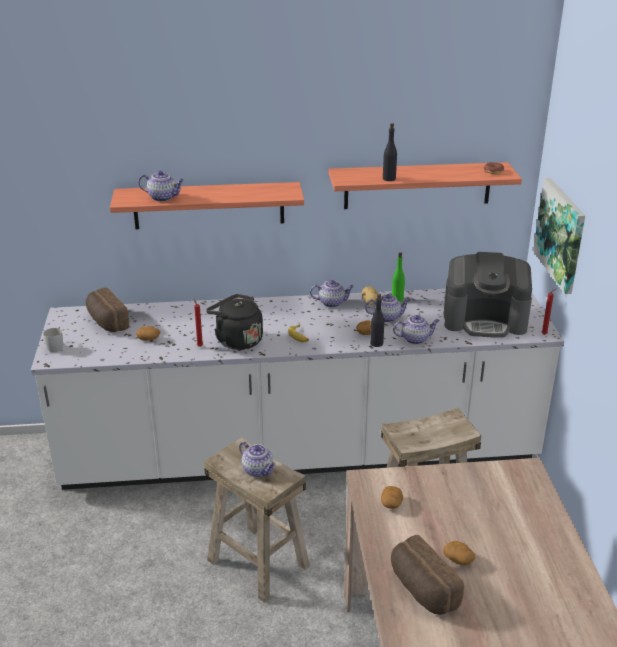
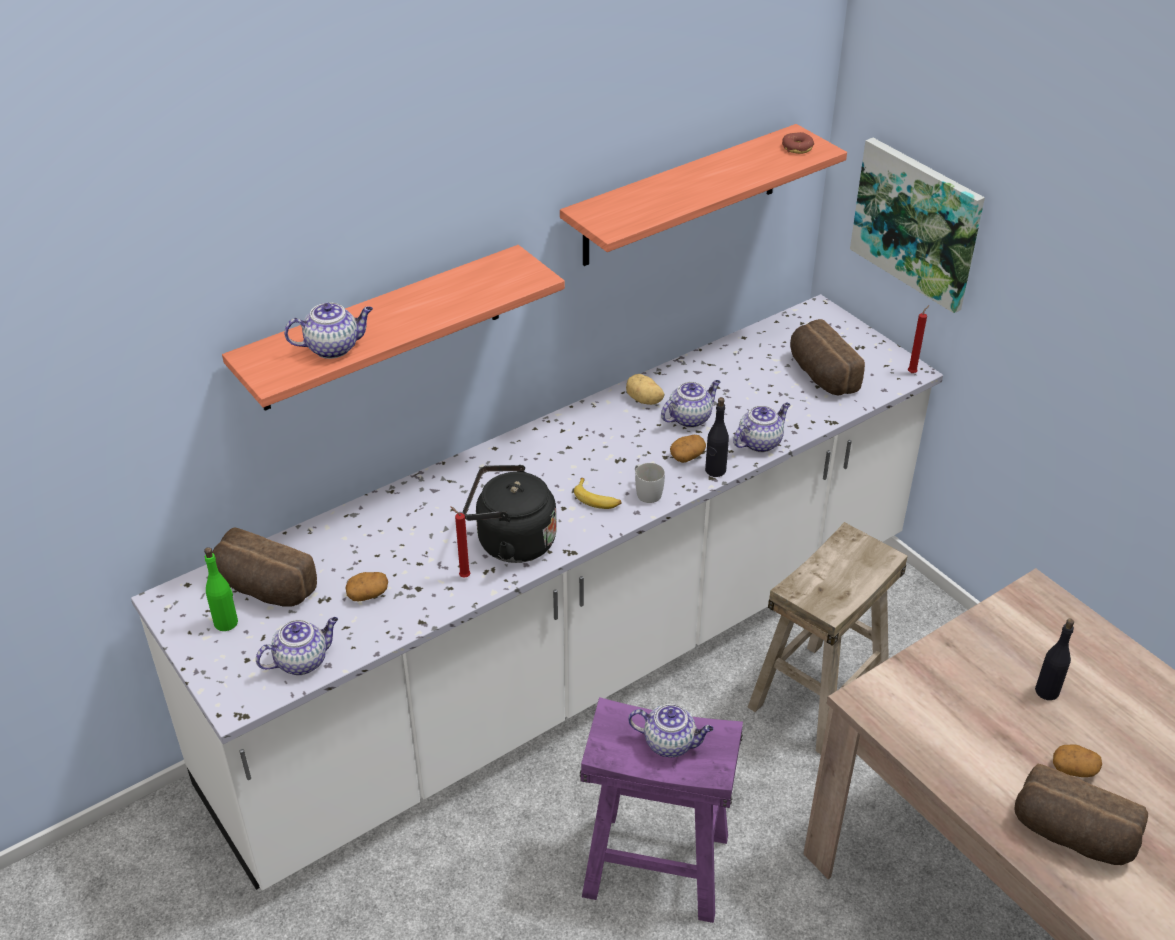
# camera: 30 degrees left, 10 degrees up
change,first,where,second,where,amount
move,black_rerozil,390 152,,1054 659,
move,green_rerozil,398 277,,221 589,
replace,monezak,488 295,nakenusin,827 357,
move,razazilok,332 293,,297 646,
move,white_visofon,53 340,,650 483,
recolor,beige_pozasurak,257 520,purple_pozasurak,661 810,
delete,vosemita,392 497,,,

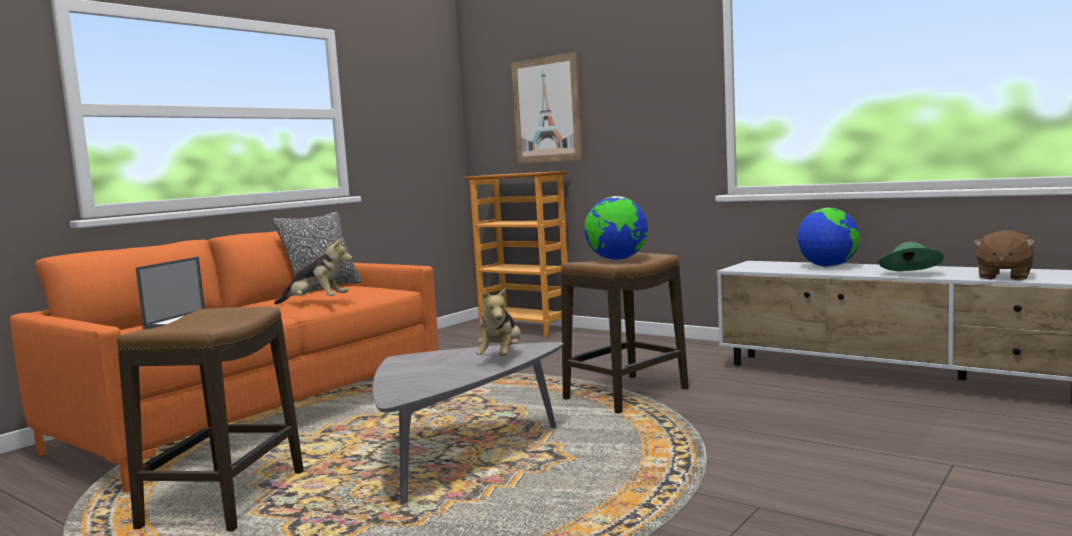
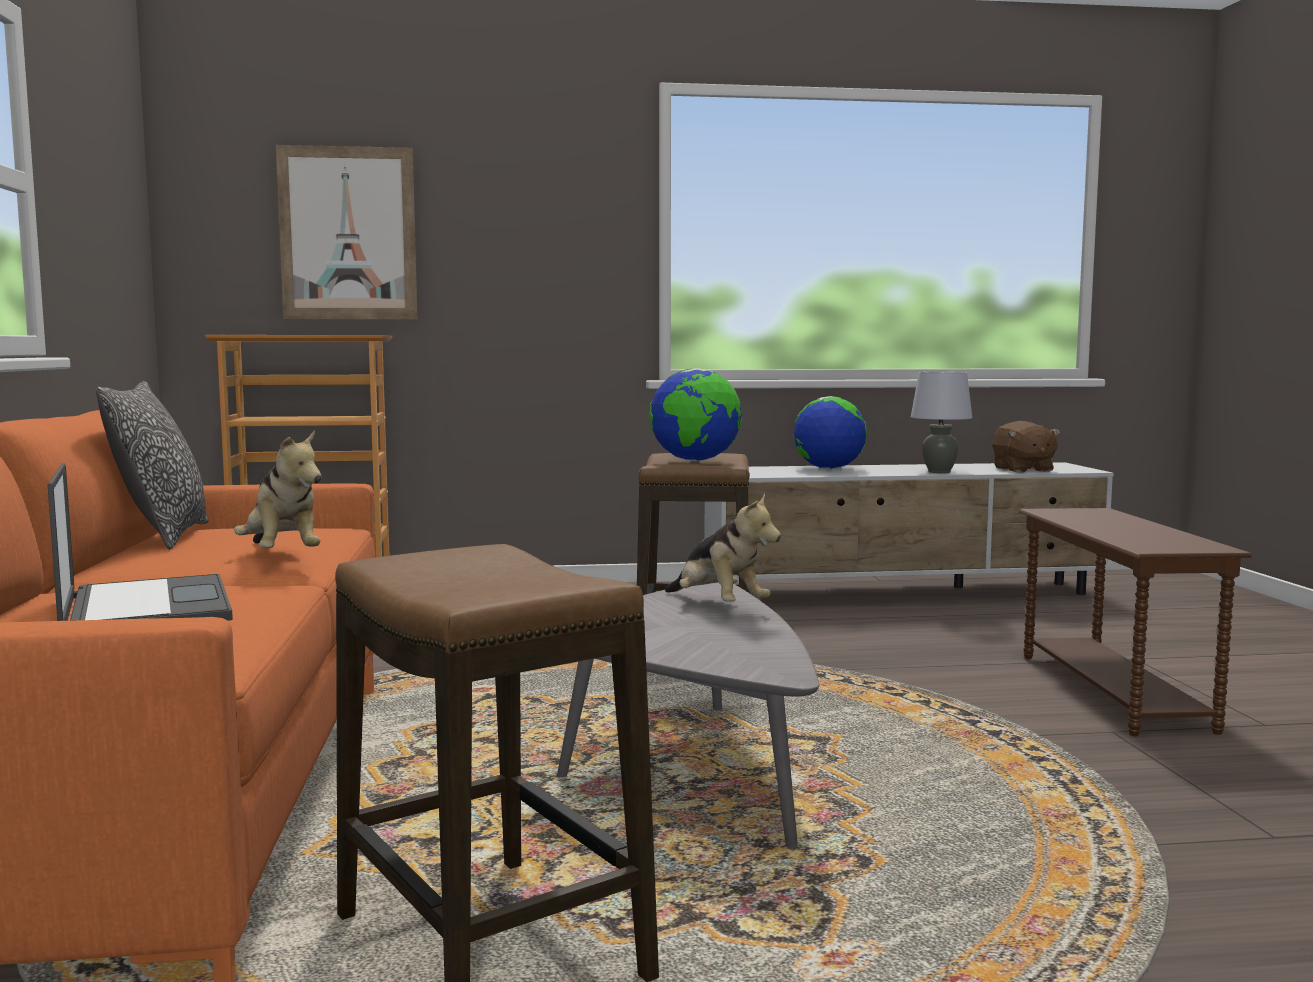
# camera: 45 degrees left, 0 degrees up
change,first,where,second,where,amount
rotate,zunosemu,313 272,,278 489,90 degrees clockwise
replace,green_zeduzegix,911 256,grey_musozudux,941 422,
insert,,,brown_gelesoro,1135 622,

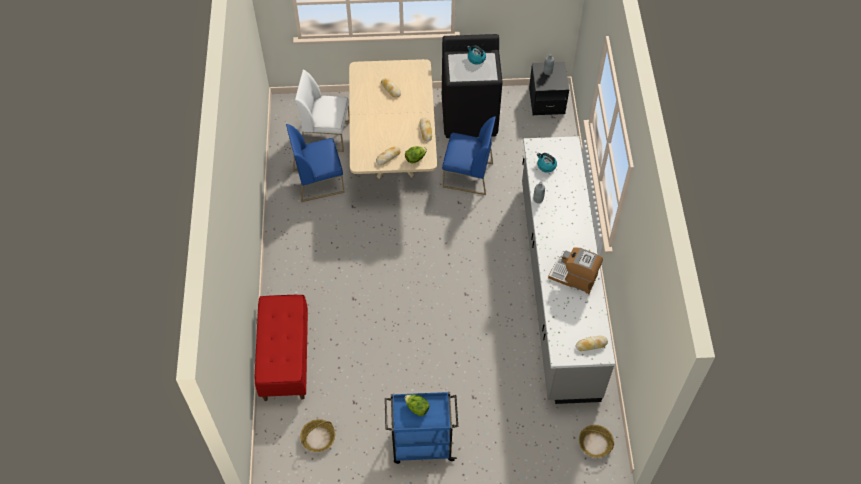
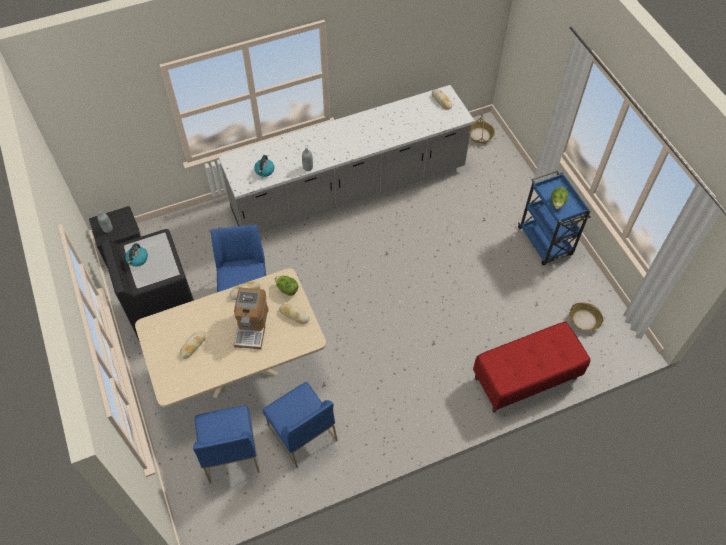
# camera: 110 degrees left, 0 degrees up
change,first,where,second,where,amount
recolor,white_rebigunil,322 111,blue_rebigunil,226 444,
move,monezak,575 270,,251 319,

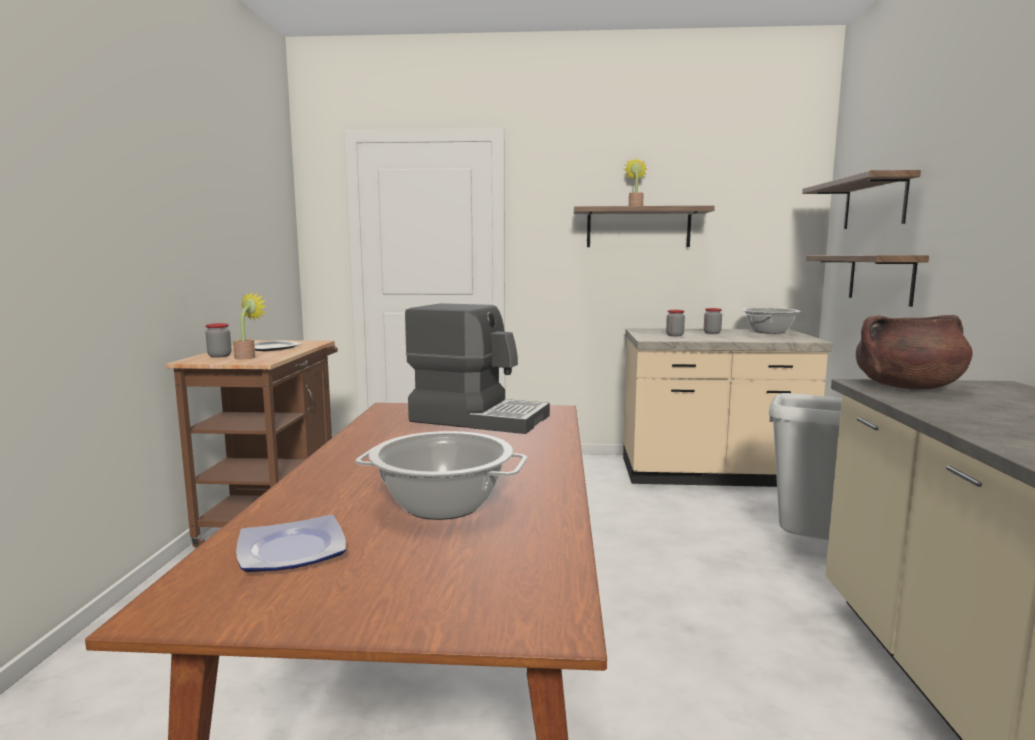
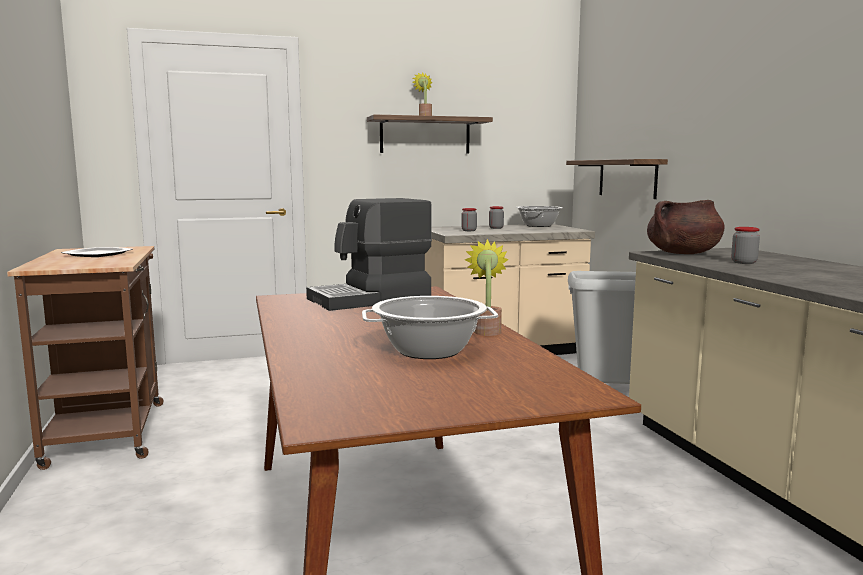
# camera: 20 degrees left, 0 degrees up
change,first,where,second,where,amount
delete,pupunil,861 199,,,
move,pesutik,250 325,,486 287,
rotate,monezak,477 368,,369 254,150 degrees clockwise
move,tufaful,218 340,,745 245,
delete,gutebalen,291 543,,,

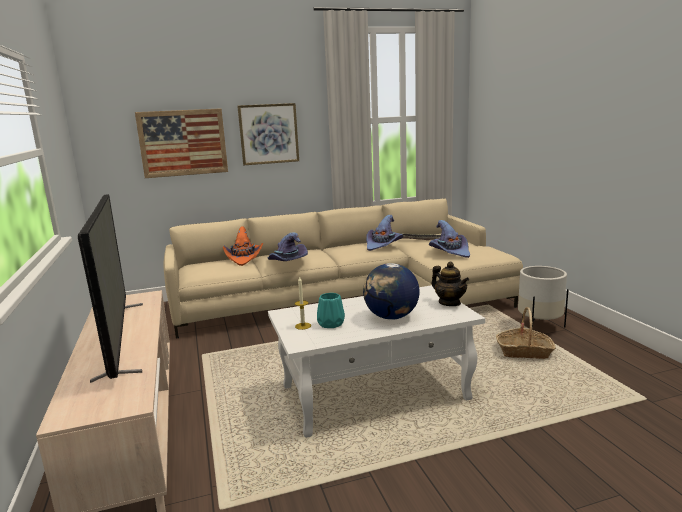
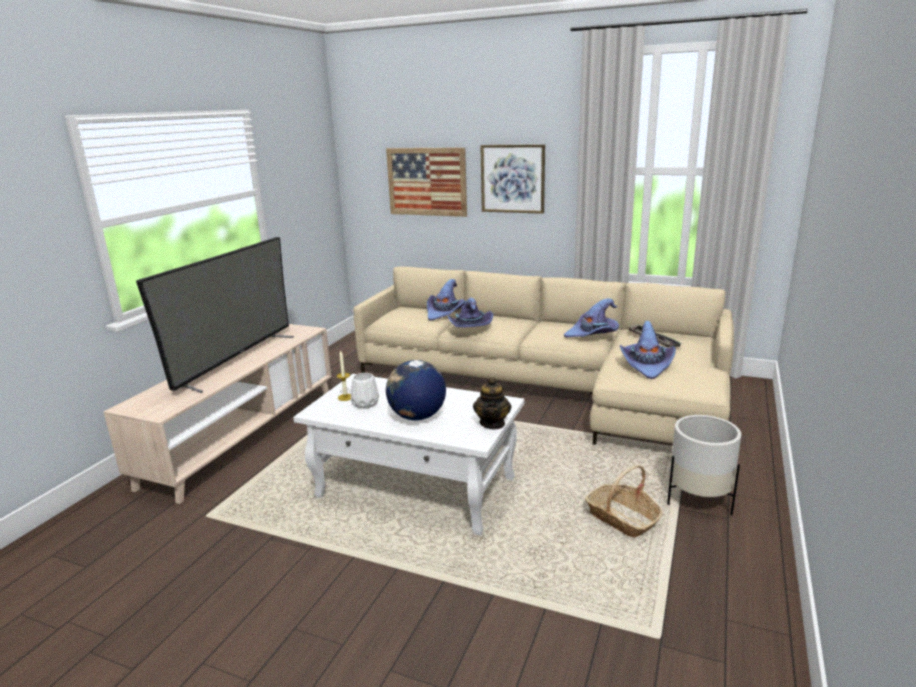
# camera: 40 degrees right, 5 degrees up
change,first,where,second,where,amount
recolor,orange_zeduzegix,243 246,purple_zeduzegix,446 300,
recolor,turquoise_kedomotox,331 310,white_kedomotox,365 391,

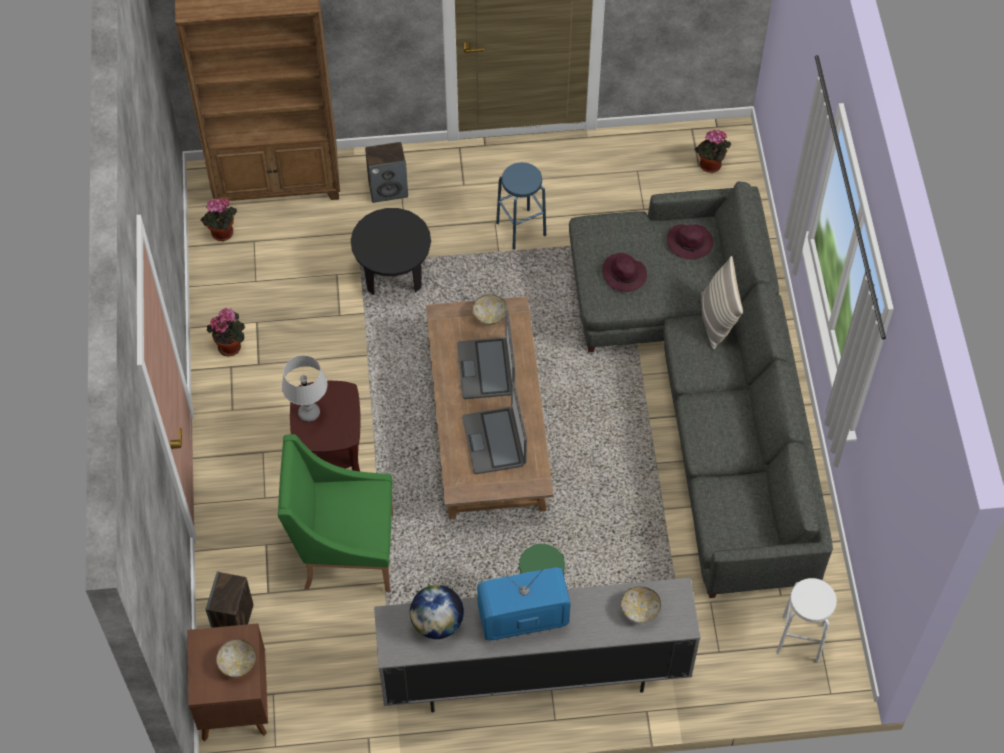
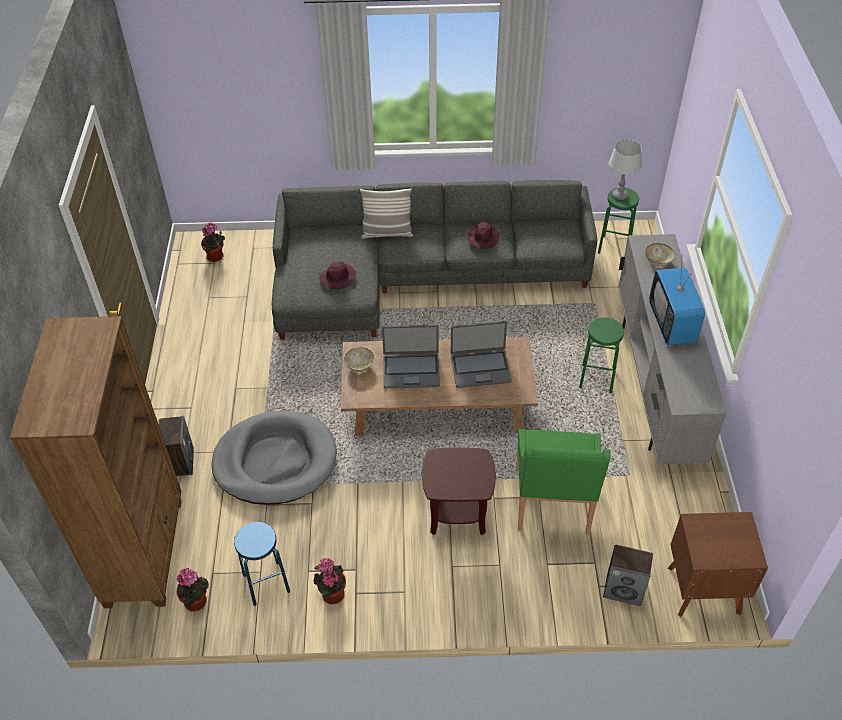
# camera: 85 degrees left, 10 degrees down
change,first,where,second,where,amount
move,blue_pozasurak,521 206,,262 564,
replace,black_gelesoro,391 251,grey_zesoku,274 458,
move,purple_zeduzegix,690 242,,484 235,
move,grey_musozudux,304 388,,625 170,
recolor,white_pozasurak,806 620,green_pozasurak,618 221,
delete,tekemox,437 612,,,
delete,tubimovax,236 658,,,

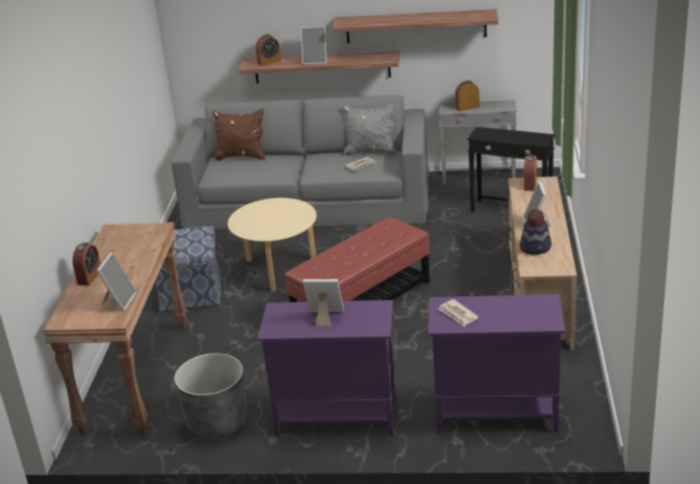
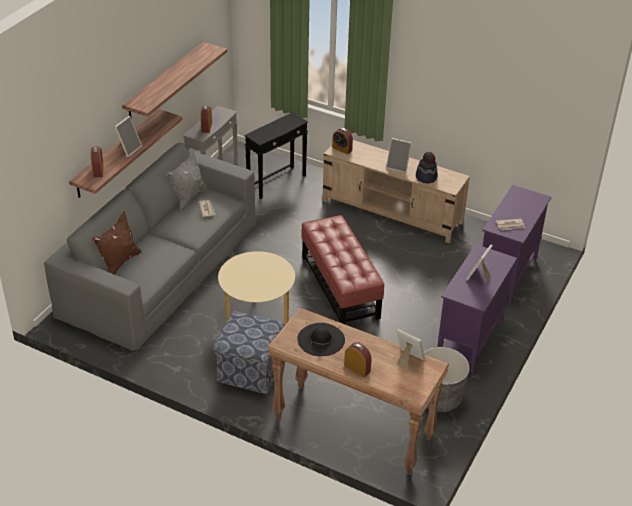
# camera: 70 degrees left, 10 degrees up
change,first,where,second,where,amount
insert,,,black_zeduzegix,321 339,

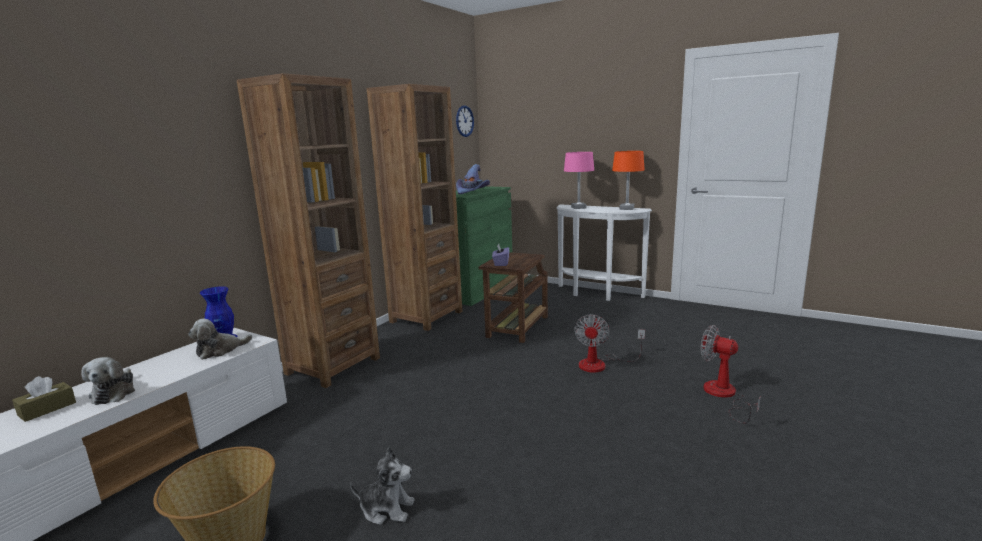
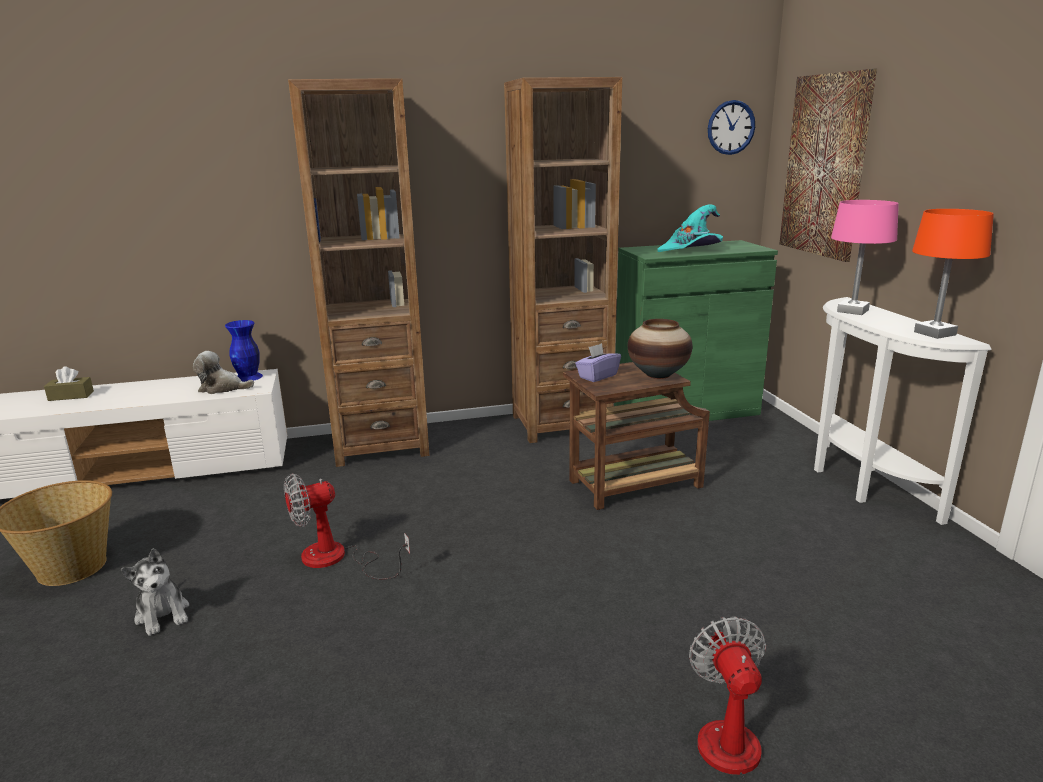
# camera: 45 degrees right, 5 degrees up
change,first,where,second,where,amount
recolor,purple_zeduzegix,473 179,turquoise_zeduzegix,690 228,
move,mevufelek,609 343,,347 526,
delete,zunosemu,108 381,,,
insert,,,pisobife,828 165,
insert,,,kedomotox,660 349,

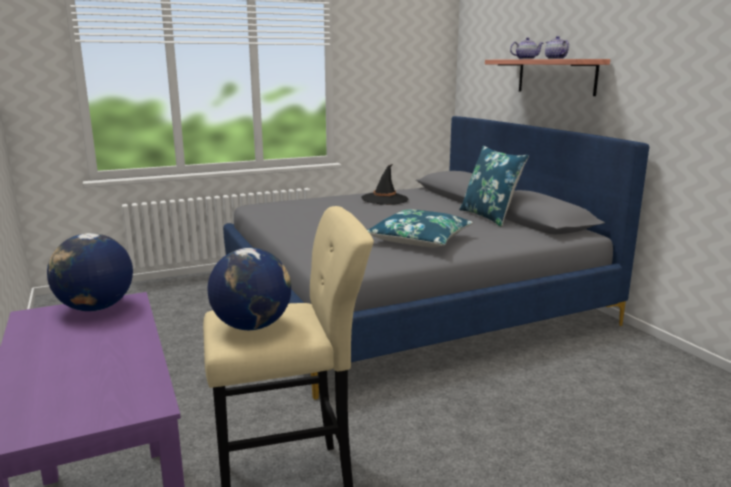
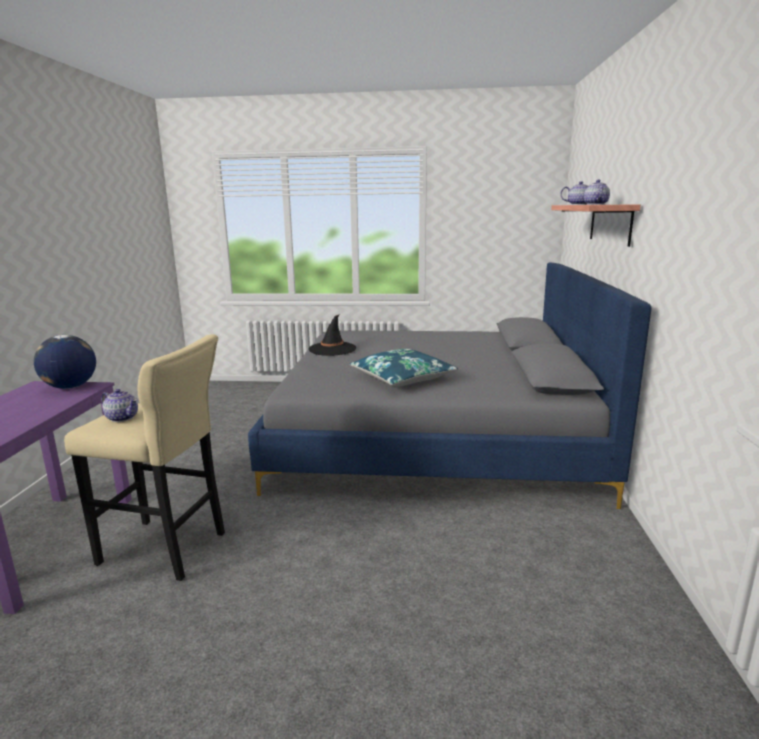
# camera: 30 degrees right, 0 degrees up
change,first,where,second,where,amount
delete,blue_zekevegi,494 186,,,
move,black_zeduzegix,384 184,,332 335,
replace,tekemox,249 289,razazilok,119 405,

